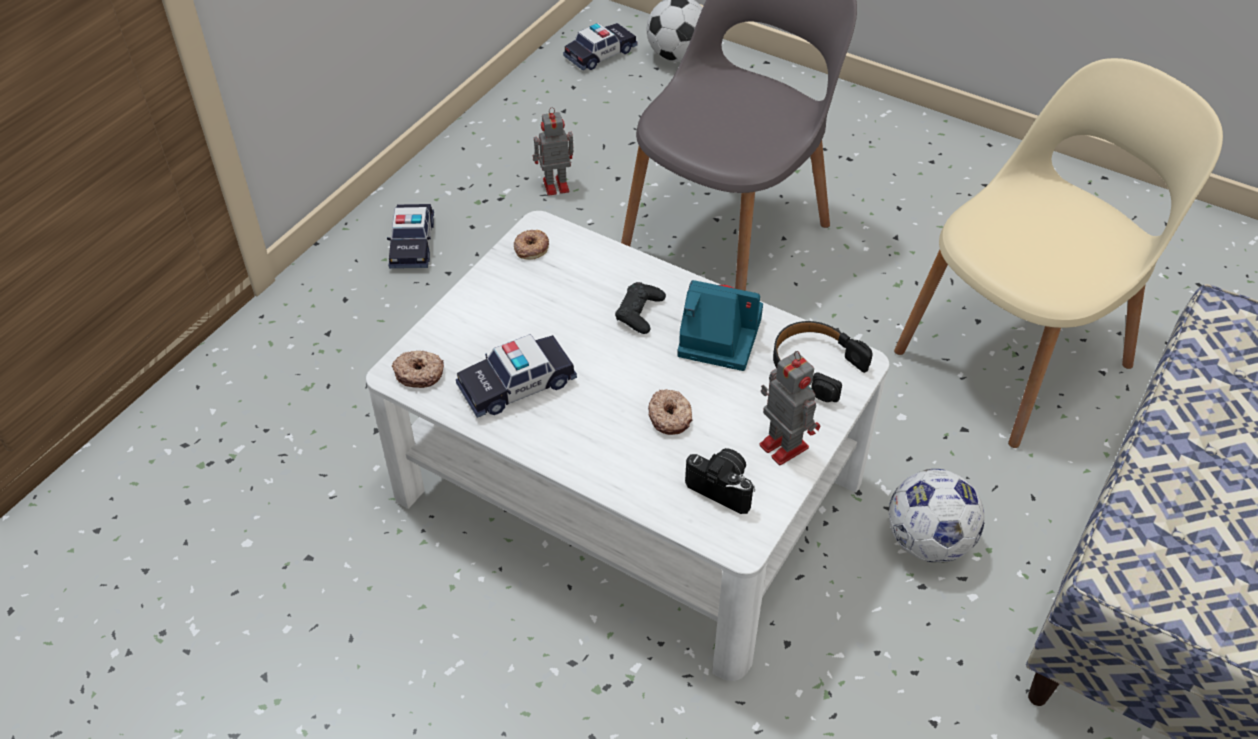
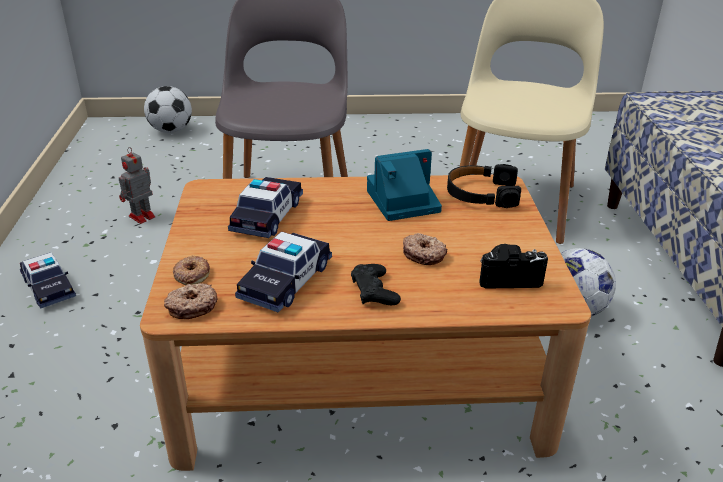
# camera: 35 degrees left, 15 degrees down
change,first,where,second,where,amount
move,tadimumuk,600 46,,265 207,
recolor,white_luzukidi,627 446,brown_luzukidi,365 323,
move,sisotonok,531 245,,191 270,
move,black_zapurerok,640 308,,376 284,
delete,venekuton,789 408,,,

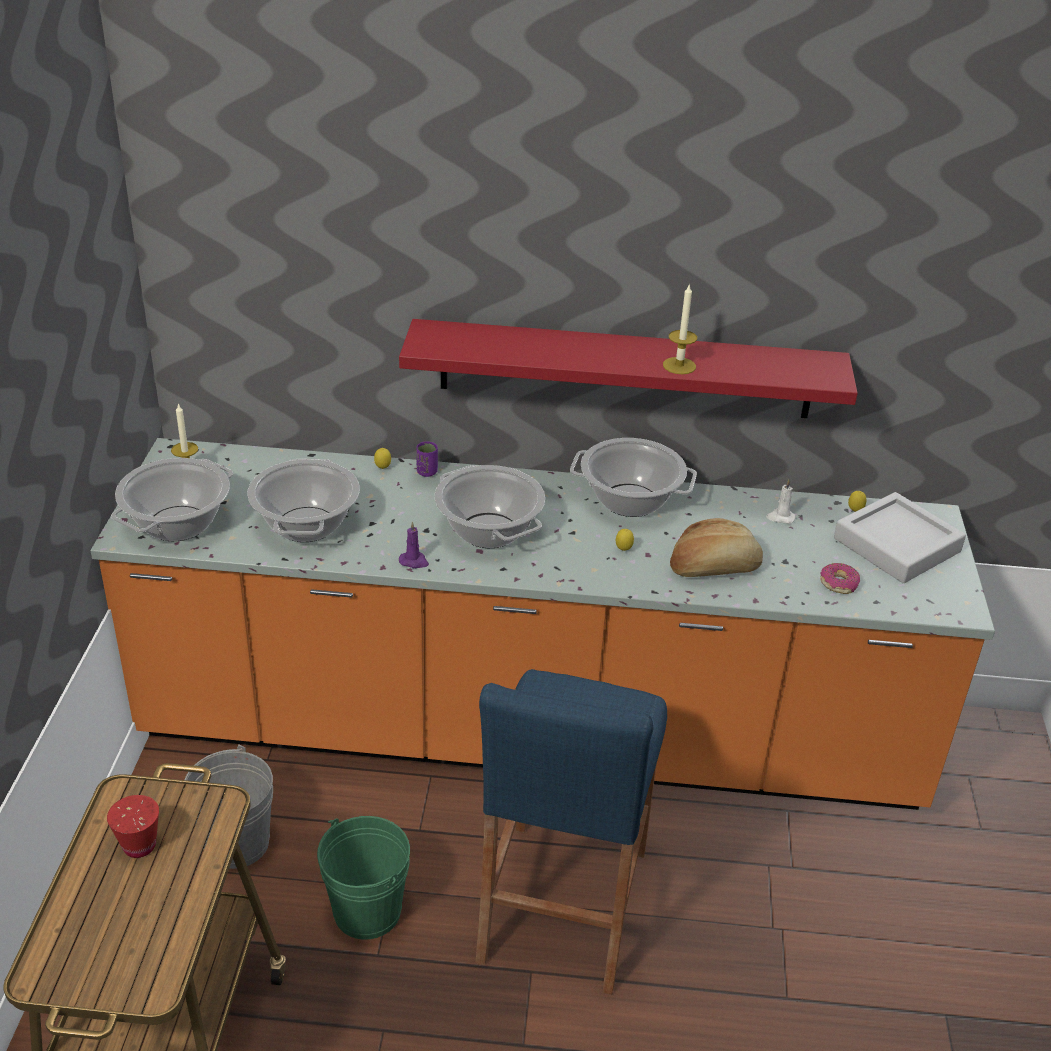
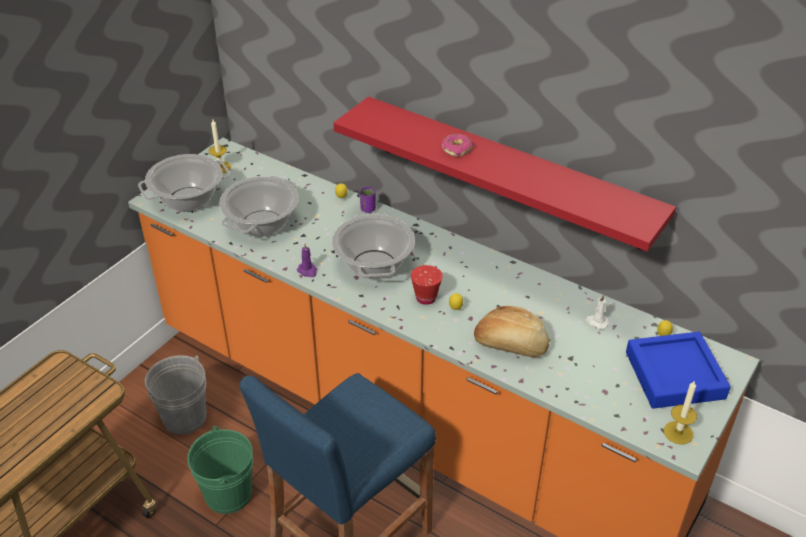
# camera: 30 degrees right, 5 degrees up
change,first,where,second,where,amount
move,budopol,680 328,,680 412,
delete,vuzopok,633 477,,,
recolor,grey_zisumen,900 537,blue_zisumen,678 370,
move,sisotonok,840 578,,457 145,
move,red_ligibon,133 826,,427 285,

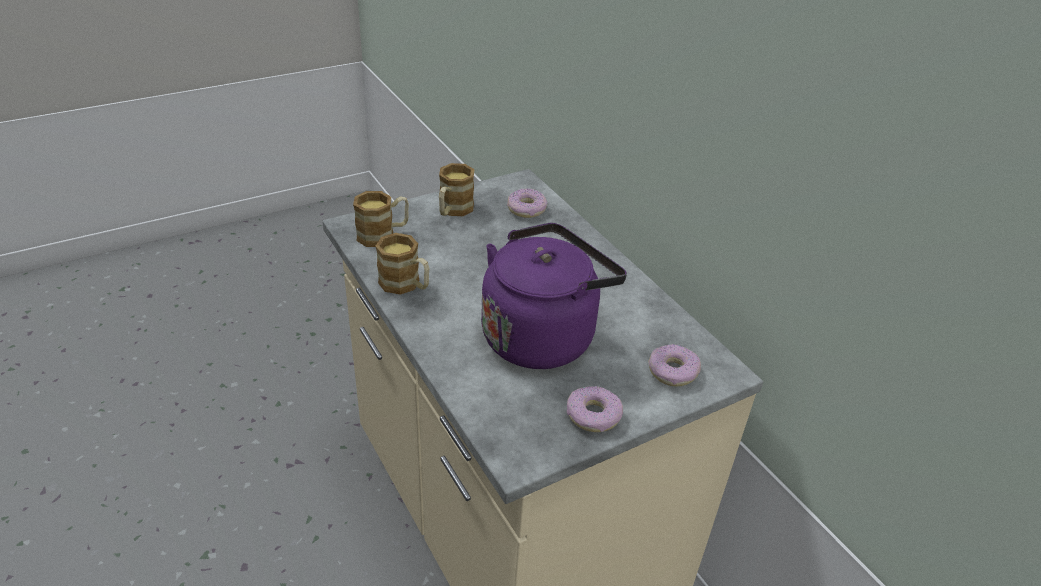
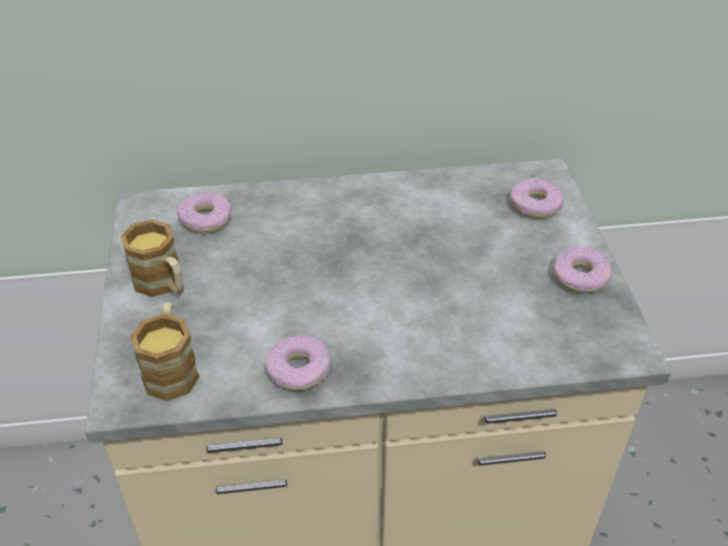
# camera: 65 degrees left, 5 degrees up
change,first,where,second,where,amount
delete,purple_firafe,554 296,,,
replace,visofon,403 264,sisotonok,298 363,

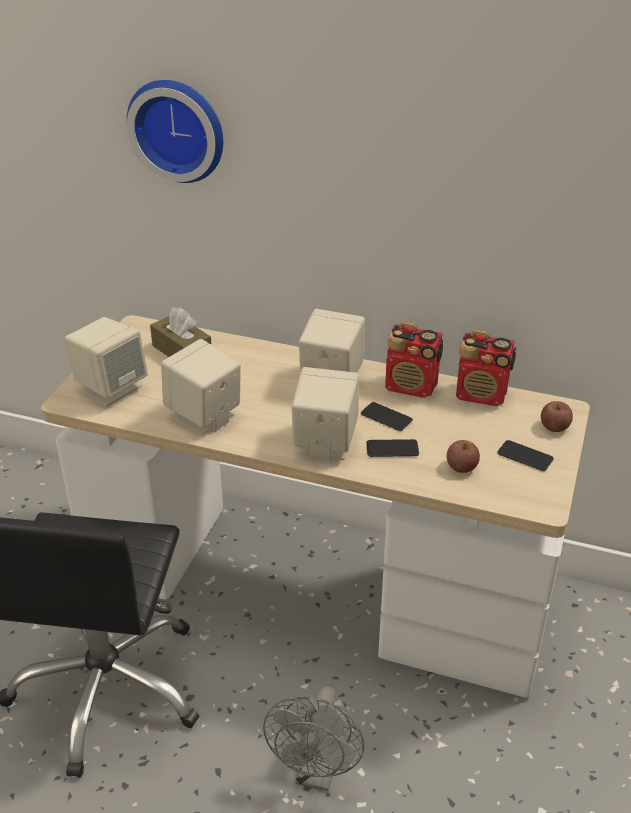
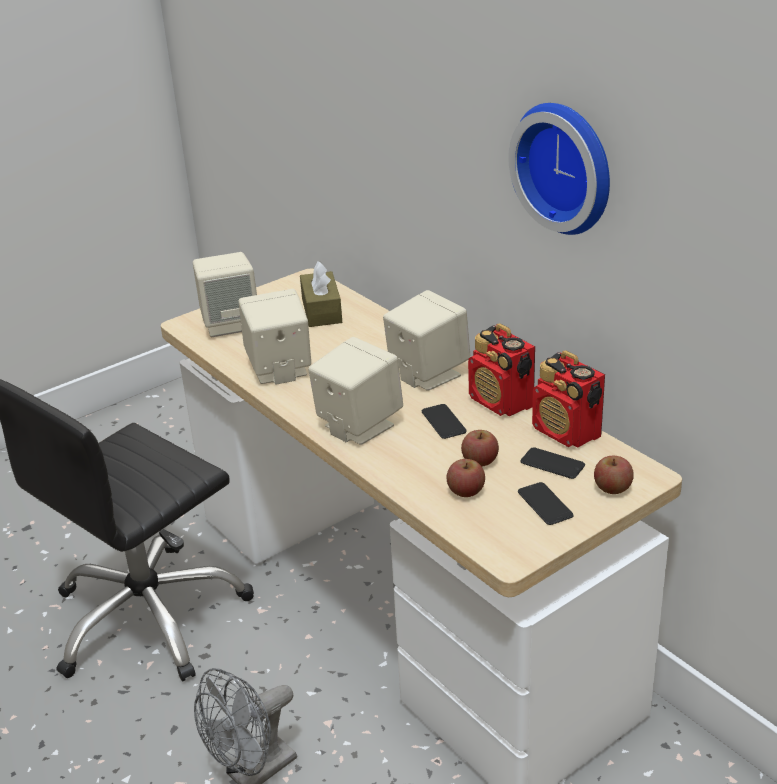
# camera: 35 degrees right, 5 degrees down
change,first,where,second,where,amount
move,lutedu,175 131,,559 169,
move,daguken,392 448,,553 463,
insert,,,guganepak,480 448,

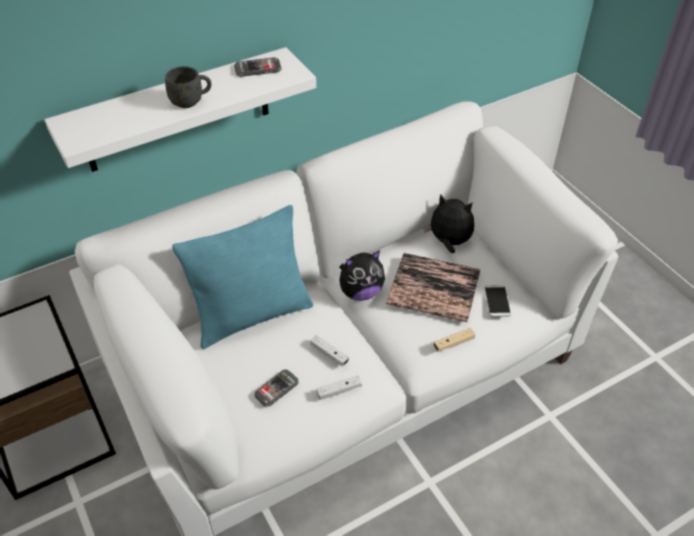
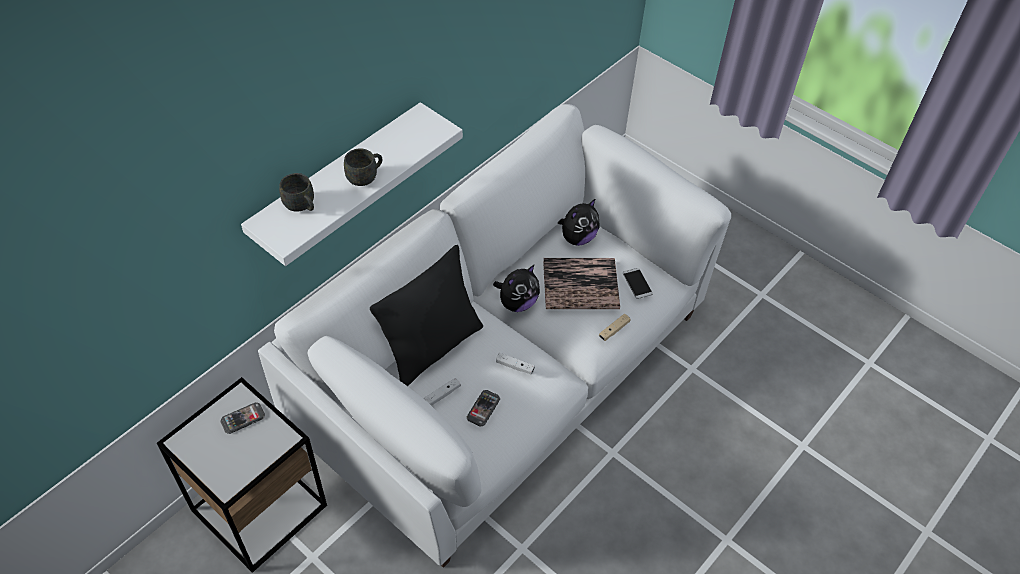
# camera: 20 degrees left, 5 degrees up
change,first,where,second,where,amount
move,daguken,257 67,,243 418,
rotate,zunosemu,449 223,,579 222,135 degrees clockwise
recolor,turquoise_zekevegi,242 277,black_zekevegi,426 315,
move,white_zapurerok,339 387,,442 392,
insert,,,grey_visofon,296 192,

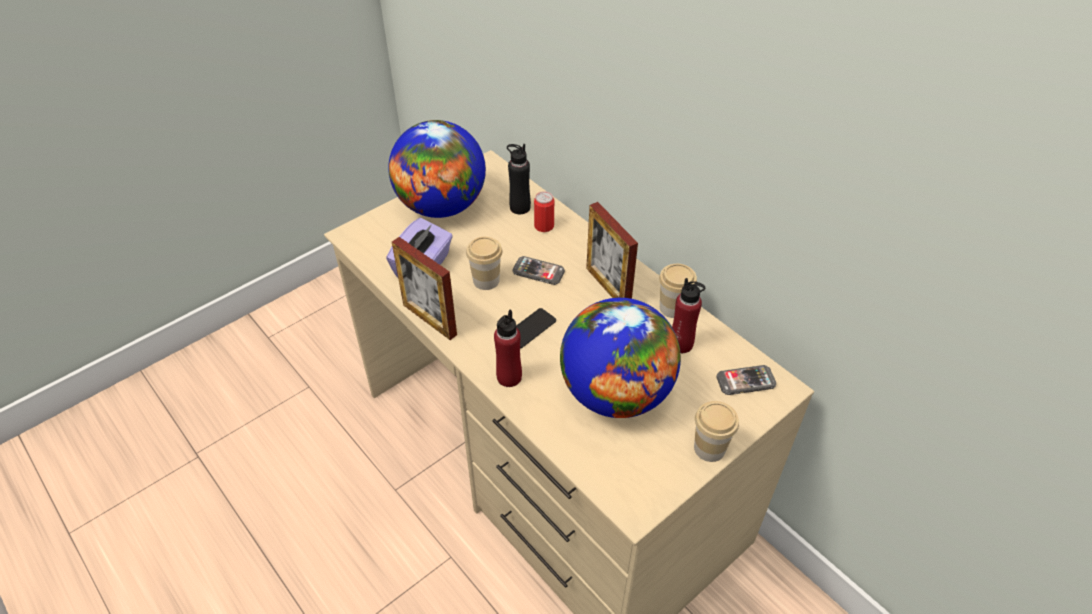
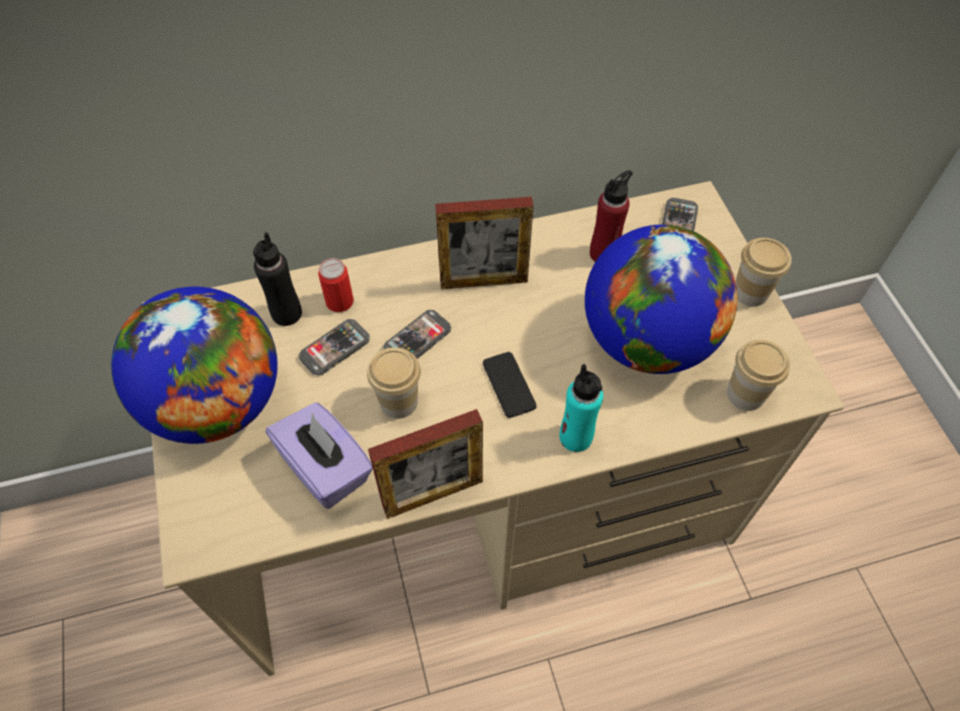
# camera: 65 degrees left, 10 degrees up
change,first,where,second,where,amount
move,ligibon,678 291,,758 375,
recolor,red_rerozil,508 348,turquoise_rerozil,581 408,
insert,,,daguken,334 347,

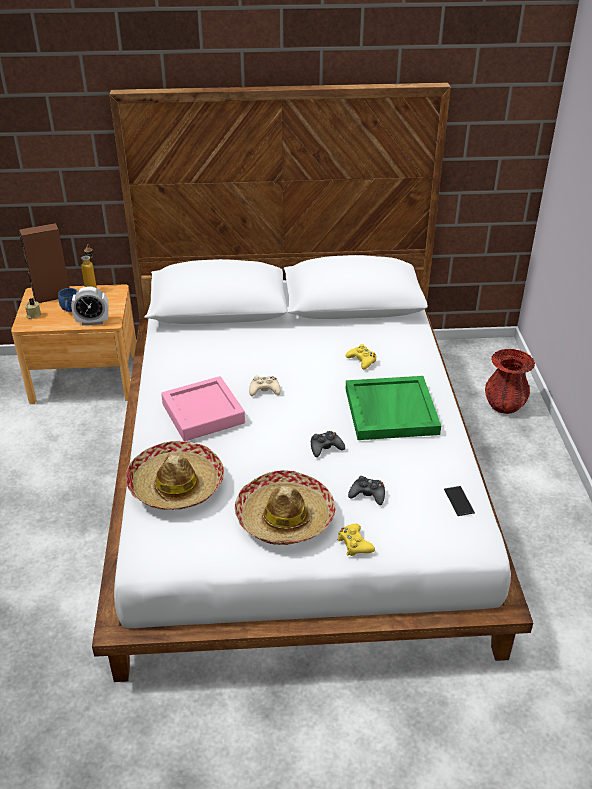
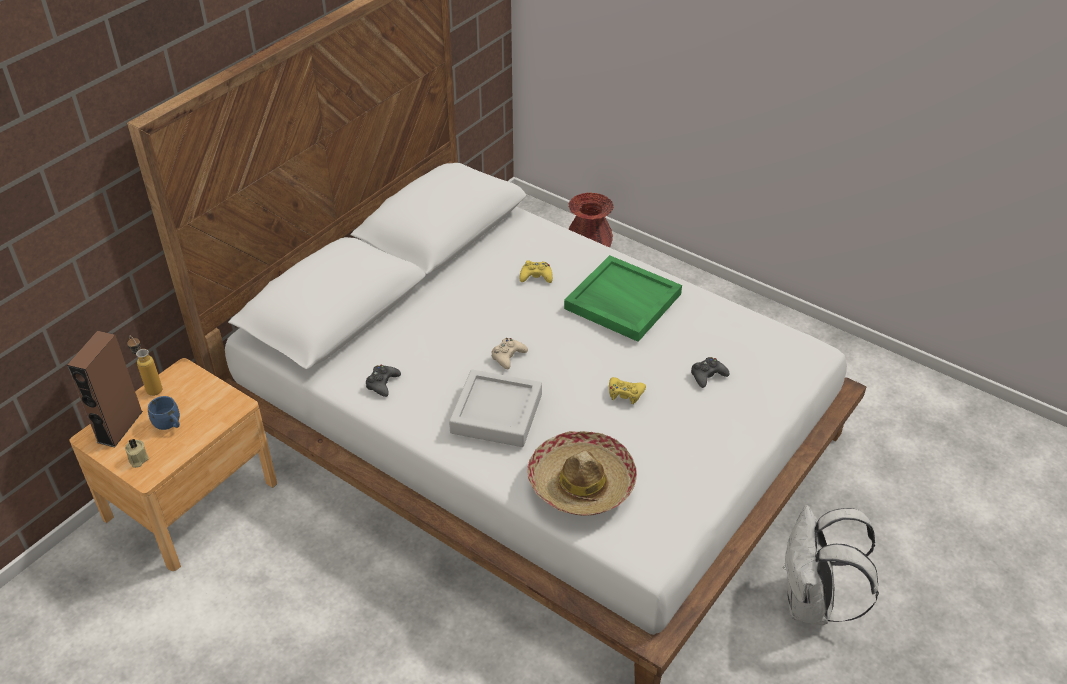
# camera: 50 degrees left, 5 degrees up
change,first,where,second,where,amount
delete,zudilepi,90 306,,,
recolor,pink_zisumen,203 408,grey_zisumen,495 408,
move,black_zapurerok,328 444,,383 381,
delete,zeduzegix,285 507,,,
delete,daguken,459 501,,,
move,yellow_zapurerok,356 540,,627 390,
insert,,,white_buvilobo,831 565,

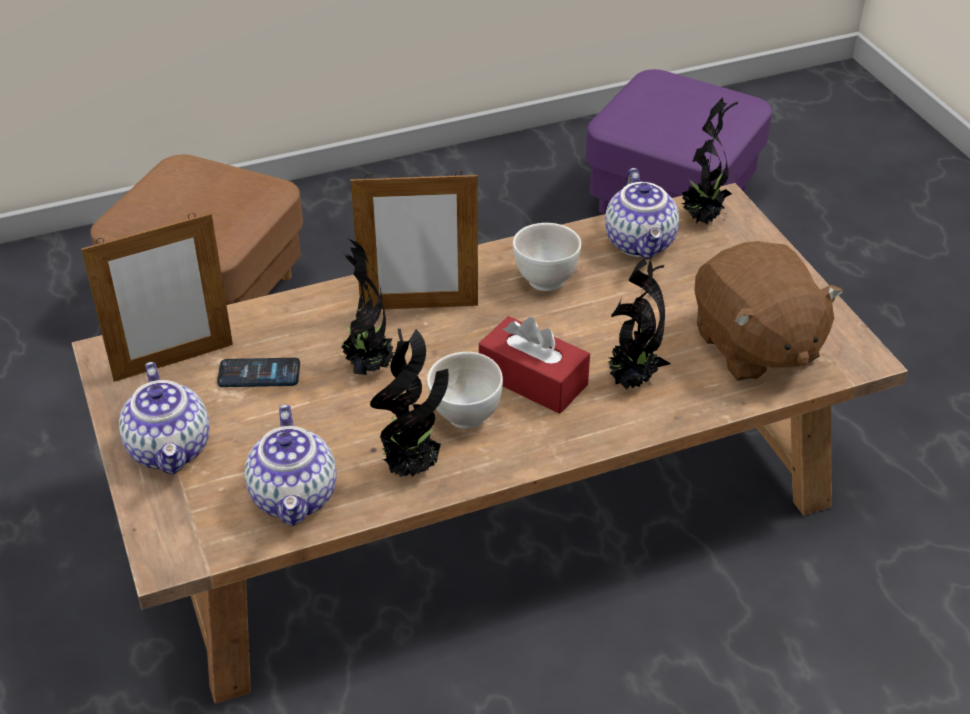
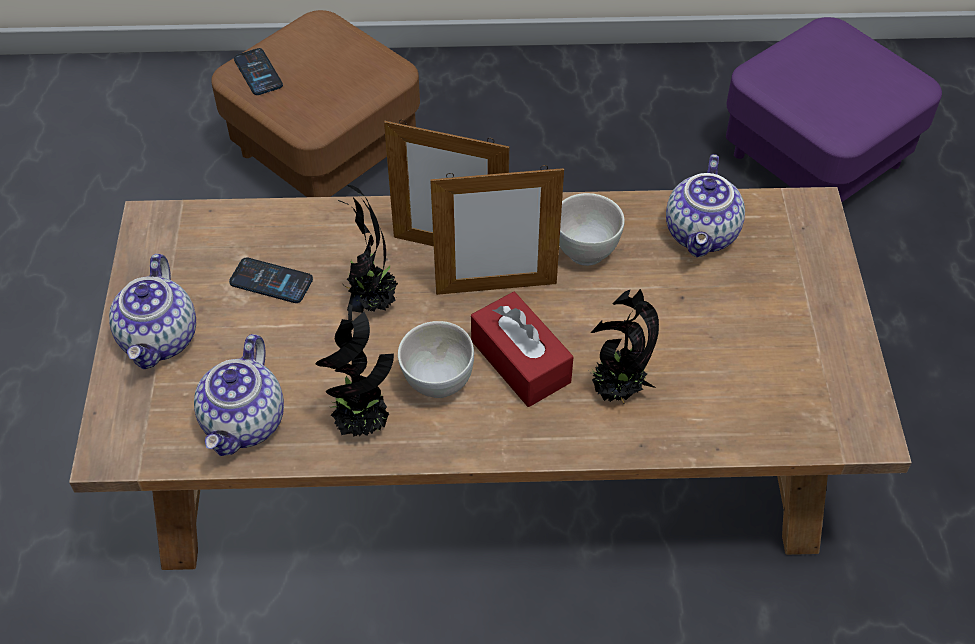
# camera: 20 degrees right, 10 degrees up
change,first,where,second,where,amount
delete,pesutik,709 161,,,
move,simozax,157 297,,497 230,
delete,brown_zunosemu,768 311,,,
insert,,,daguken,258 71,

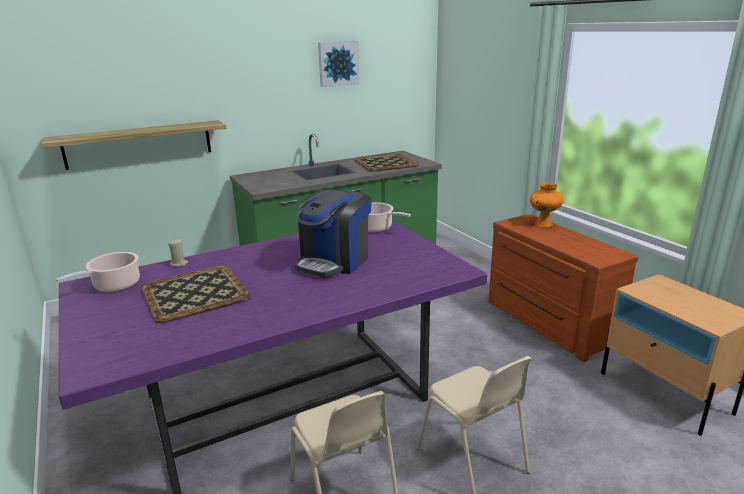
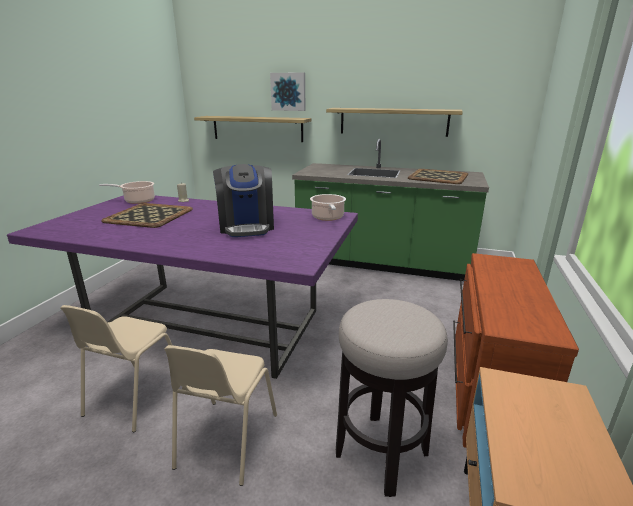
# camera: 45 degrees right, 0 degrees up
change,first,where,second,where,amount
move,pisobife,339 64,,288 91,
delete,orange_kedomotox,547 205,,,
rotate,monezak,333 233,,243 200,90 degrees counterclockwise
insert,,,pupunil,394 122,
insert,,,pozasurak,392 398,

